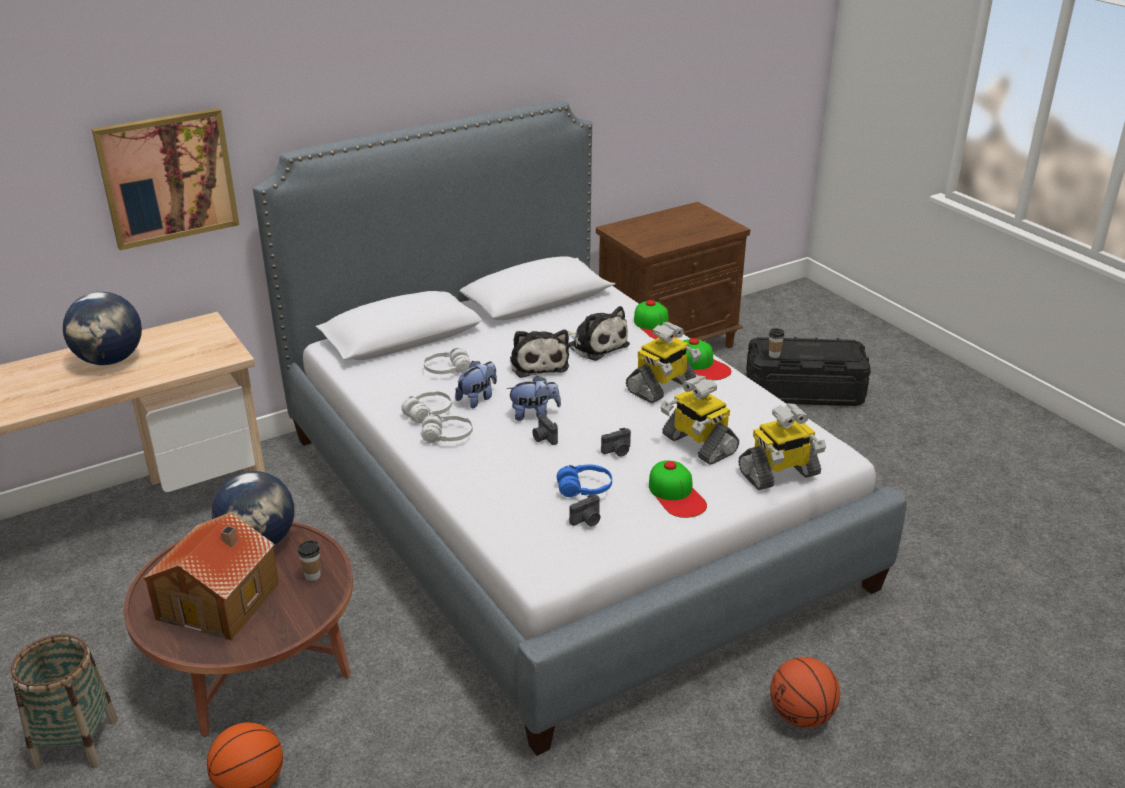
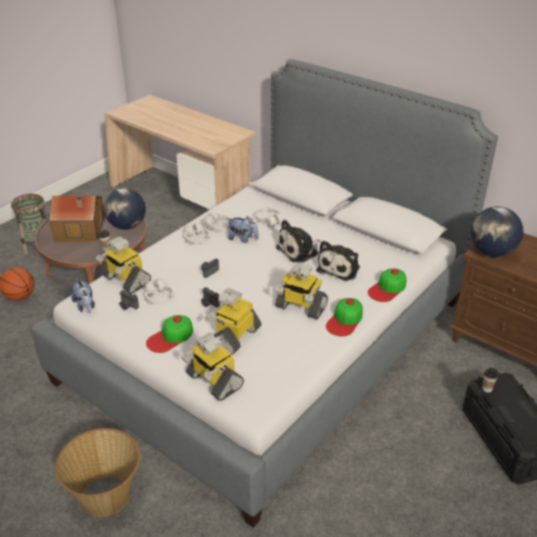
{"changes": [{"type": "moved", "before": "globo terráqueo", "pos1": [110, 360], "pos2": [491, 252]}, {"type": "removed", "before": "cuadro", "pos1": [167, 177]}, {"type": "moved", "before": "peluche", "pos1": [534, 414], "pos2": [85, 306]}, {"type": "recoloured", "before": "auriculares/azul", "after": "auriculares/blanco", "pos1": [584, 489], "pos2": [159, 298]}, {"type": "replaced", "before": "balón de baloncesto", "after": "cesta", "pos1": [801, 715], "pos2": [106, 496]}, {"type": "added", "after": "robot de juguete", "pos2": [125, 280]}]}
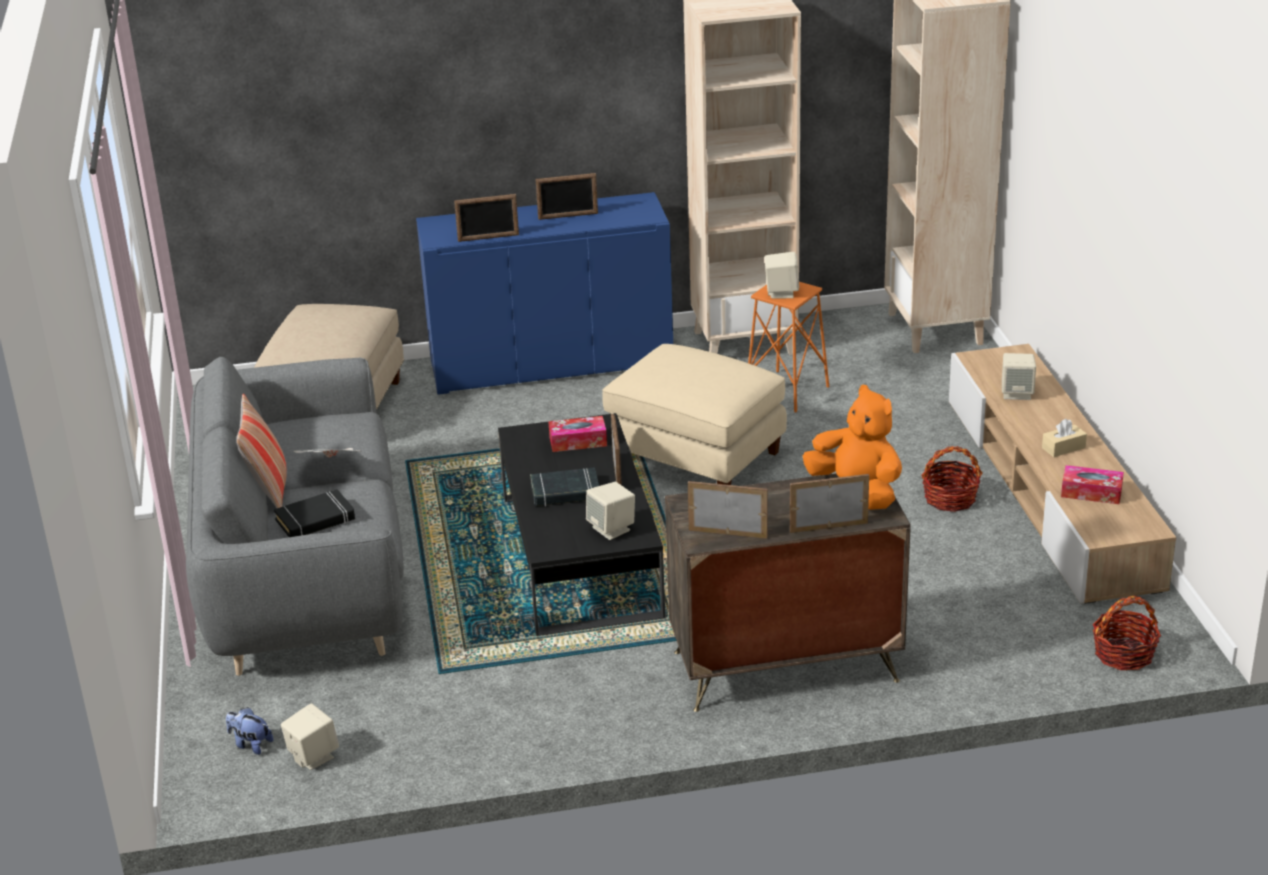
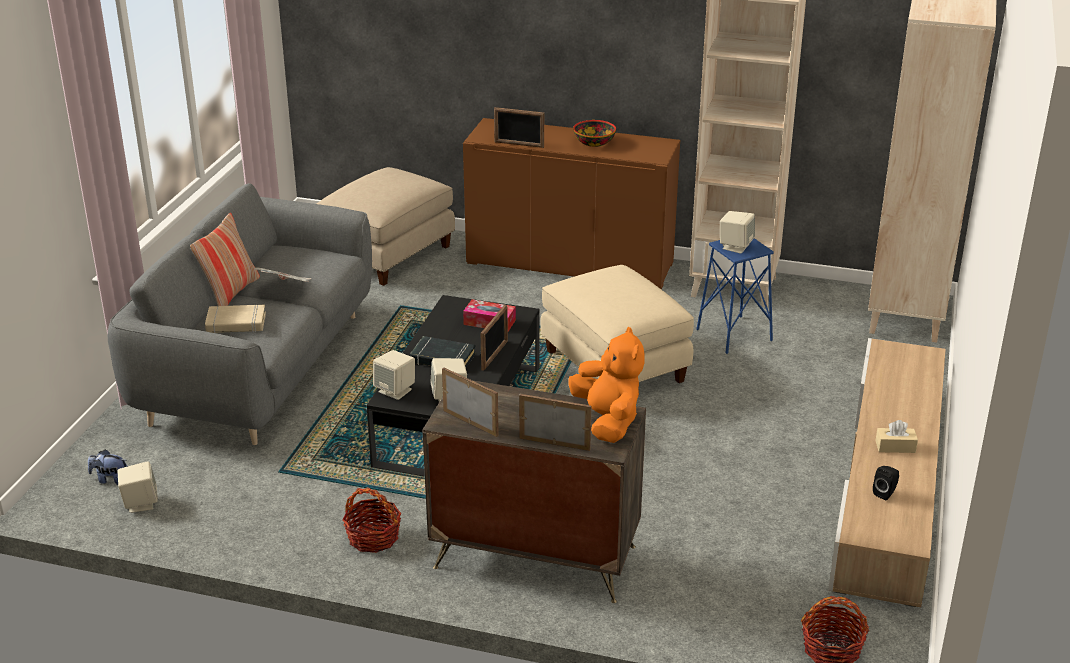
{"changes": [{"type": "turned", "before": "peluche", "pos1": [250, 744], "pos2": [110, 479], "turn": -45}, {"type": "recoloured", "before": "libro/negro", "after": "libro/beis", "pos1": [315, 520], "pos2": [236, 323]}, {"type": "recoloured", "before": "armario/azul", "after": "armario/marrón", "pos1": [551, 364], "pos2": [570, 263]}, {"type": "replaced", "before": "portarretratos", "after": "cuenco", "pos1": [568, 216], "pos2": [594, 142]}, {"type": "recoloured", "before": "taburete/naranja", "after": "taburete/azul", "pos1": [787, 391], "pos2": [734, 335]}, {"type": "moved", "before": "cesta", "pos1": [950, 499], "pos2": [373, 537]}, {"type": "moved", "before": "altavoz/beis", "pos1": [1017, 393], "pos2": [395, 390]}, {"type": "replaced", "before": "caja de pañuelos", "after": "altavoz/negro", "pos1": [1091, 492], "pos2": [885, 493]}]}
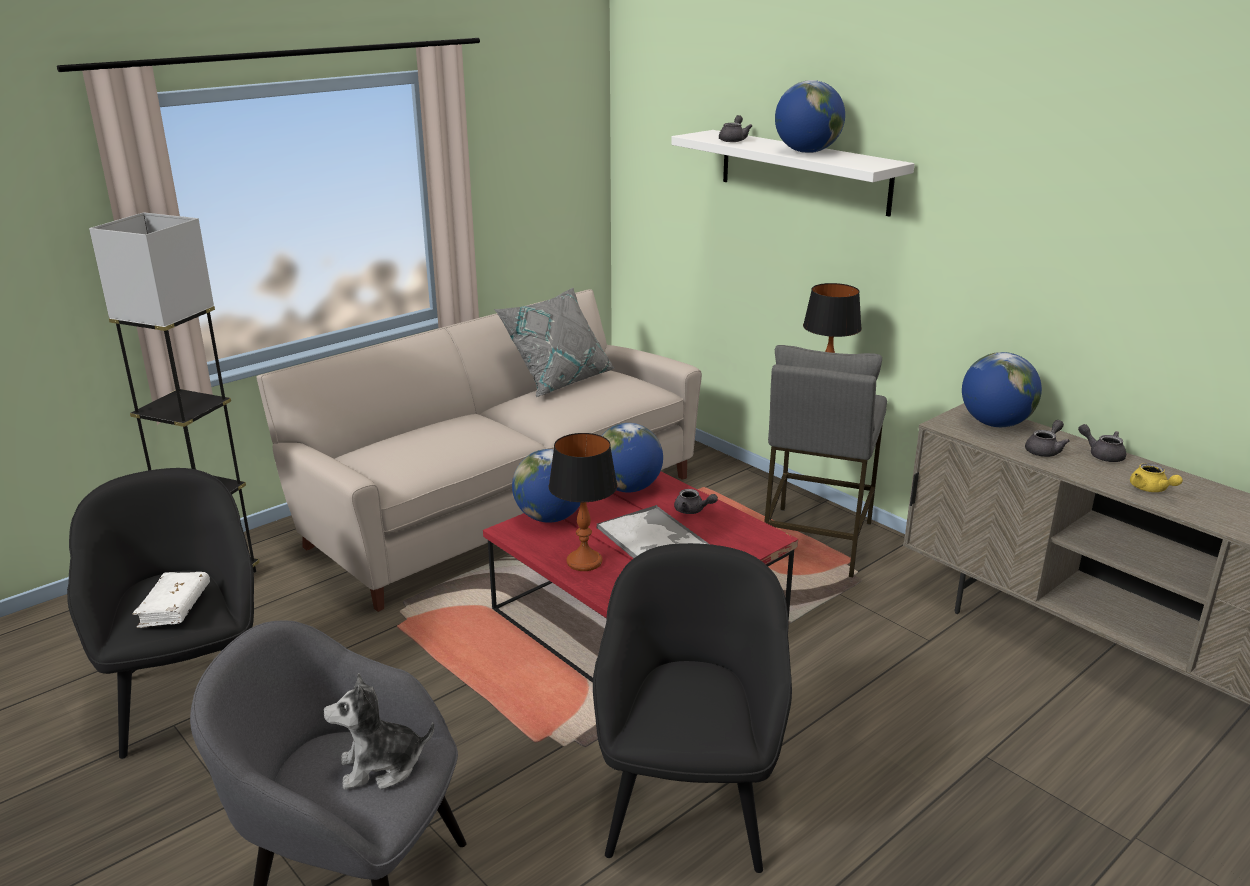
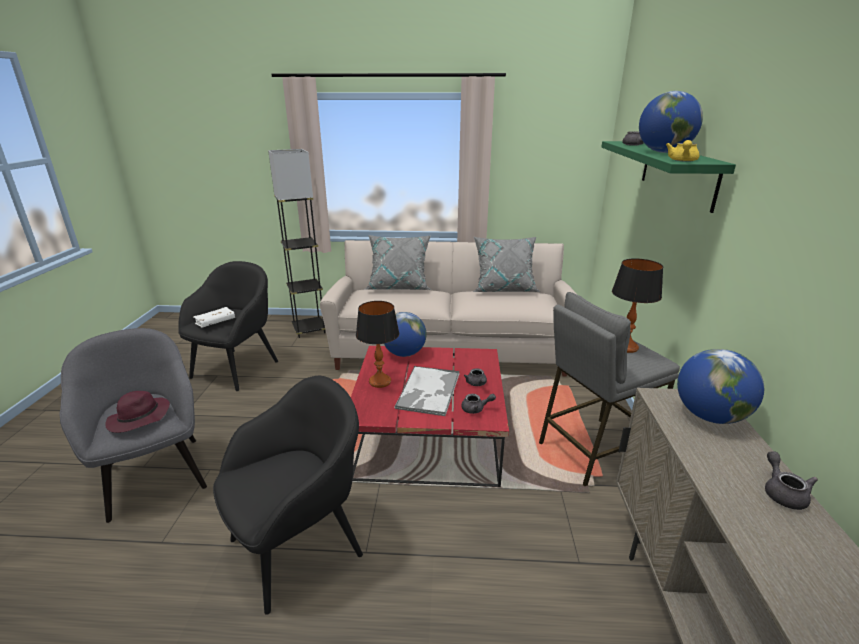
{"changes": [{"type": "replaced", "before": "peluche", "after": "sombrero/morado", "pos1": [381, 766], "pos2": [139, 418]}, {"type": "removed", "before": "globo terráqueo", "pos1": [628, 488]}, {"type": "recoloured", "before": "estante/blanco", "after": "estante/verde", "pos1": [803, 171], "pos2": [677, 172]}, {"type": "moved", "before": "tetera/gris", "pos1": [1045, 450], "pos2": [476, 409]}, {"type": "moved", "before": "tetera/amarillo", "pos1": [1151, 489], "pos2": [682, 161]}, {"type": "added", "after": "cojín/gris", "pos2": [399, 286]}]}
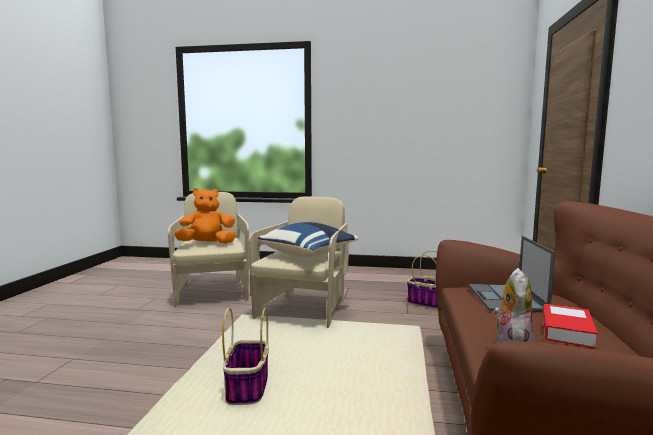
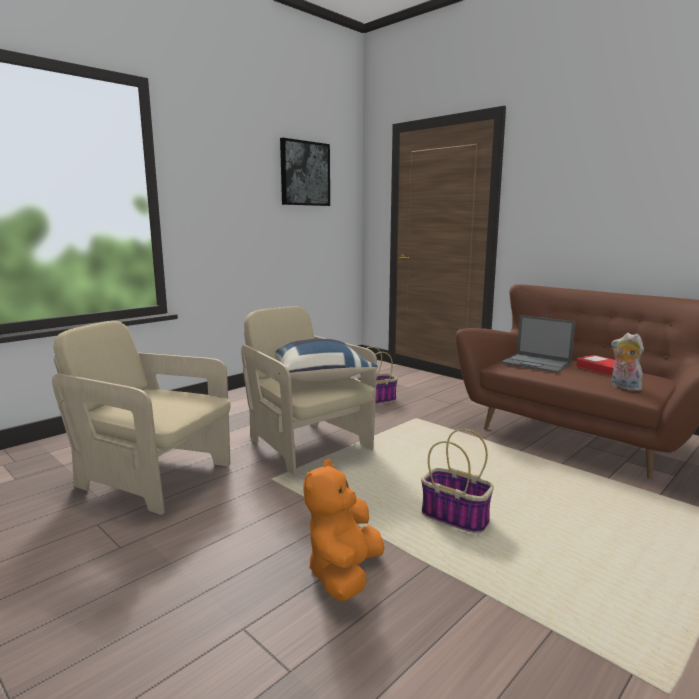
{"changes": [{"type": "moved", "before": "peluche/naranja", "pos1": [207, 244], "pos2": [344, 574]}, {"type": "added", "after": "cuadro", "pos2": [304, 173]}]}
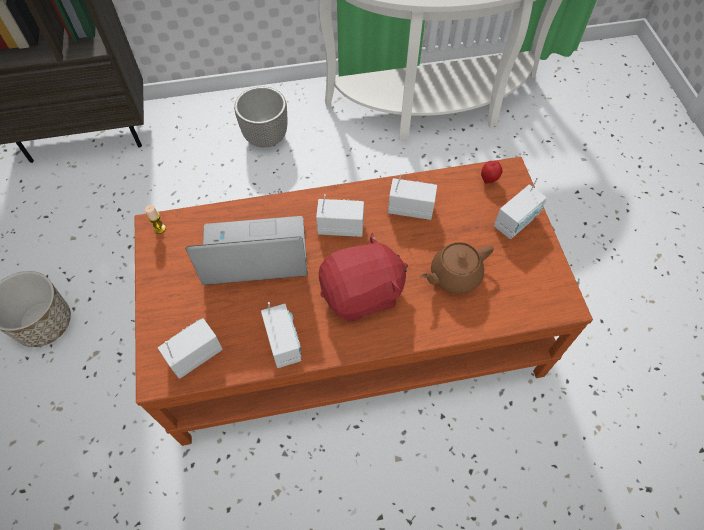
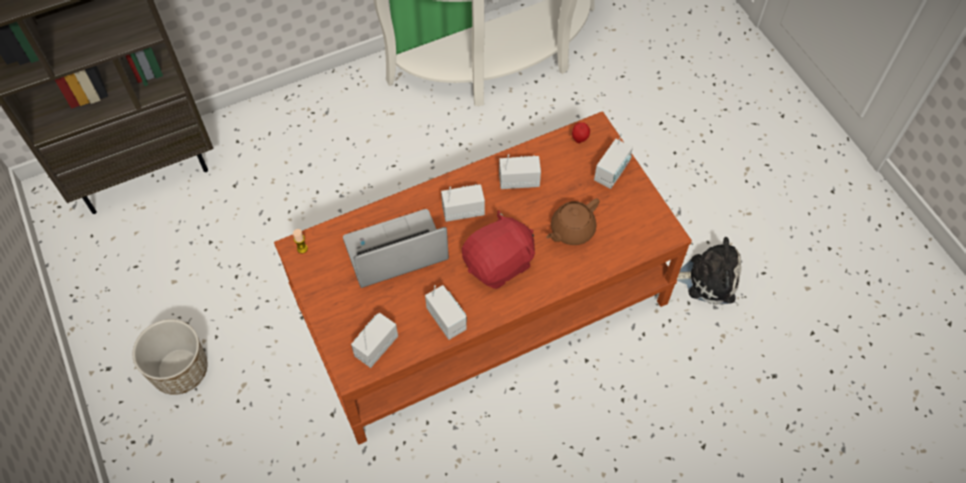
{"changes": [{"type": "removed", "before": "maceta", "pos1": [266, 138]}, {"type": "added", "after": "peluche", "pos2": [708, 278]}]}
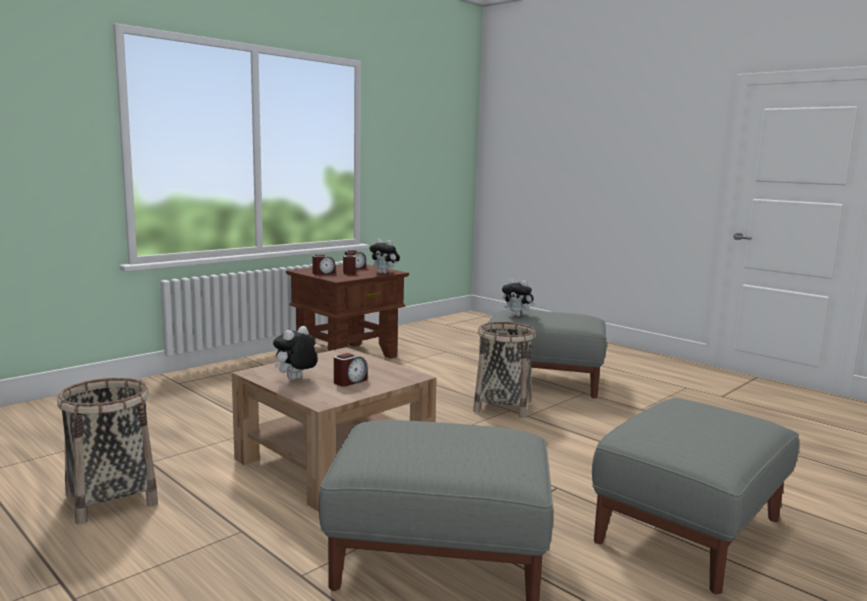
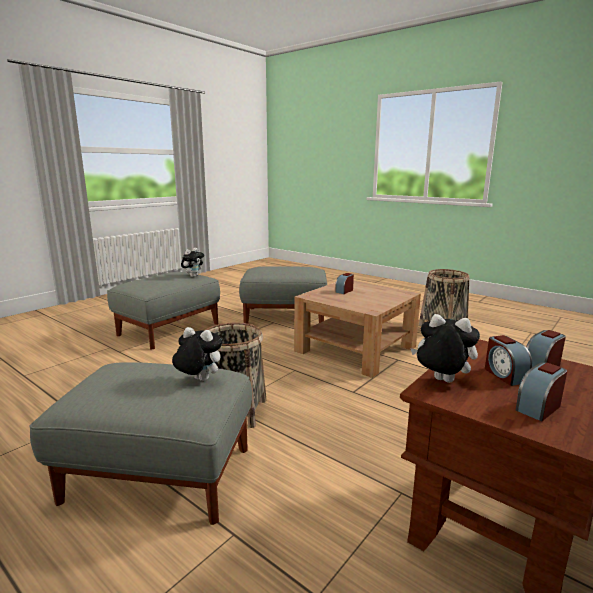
{"changes": [{"type": "moved", "before": "peluche", "pos1": [296, 380], "pos2": [193, 276]}]}
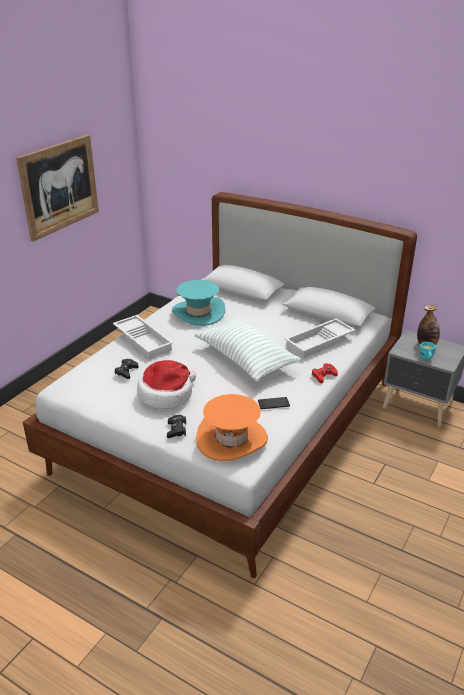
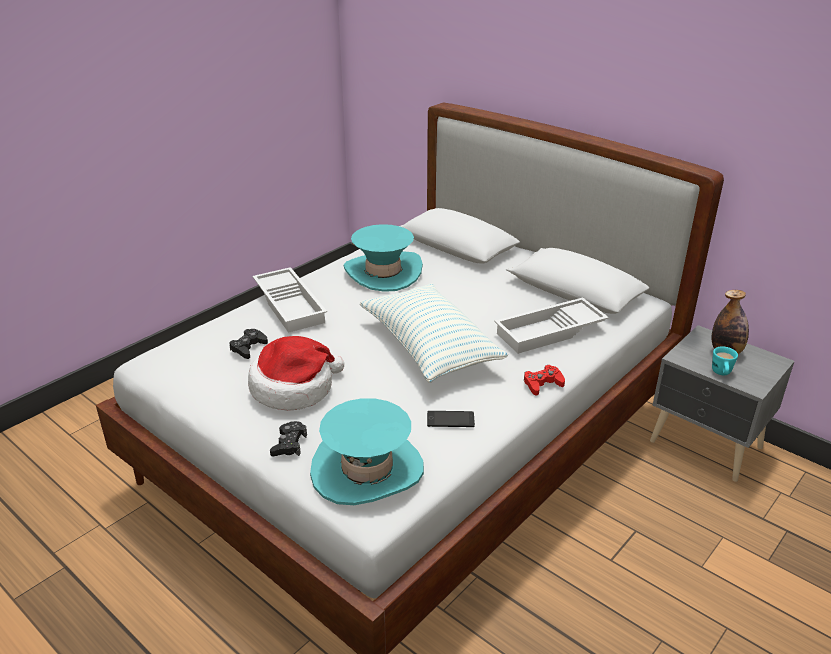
{"changes": [{"type": "removed", "before": "cuadro", "pos1": [59, 186]}, {"type": "recoloured", "before": "sombrero/naranja", "after": "sombrero/turquesa", "pos1": [231, 439], "pos2": [367, 469]}]}
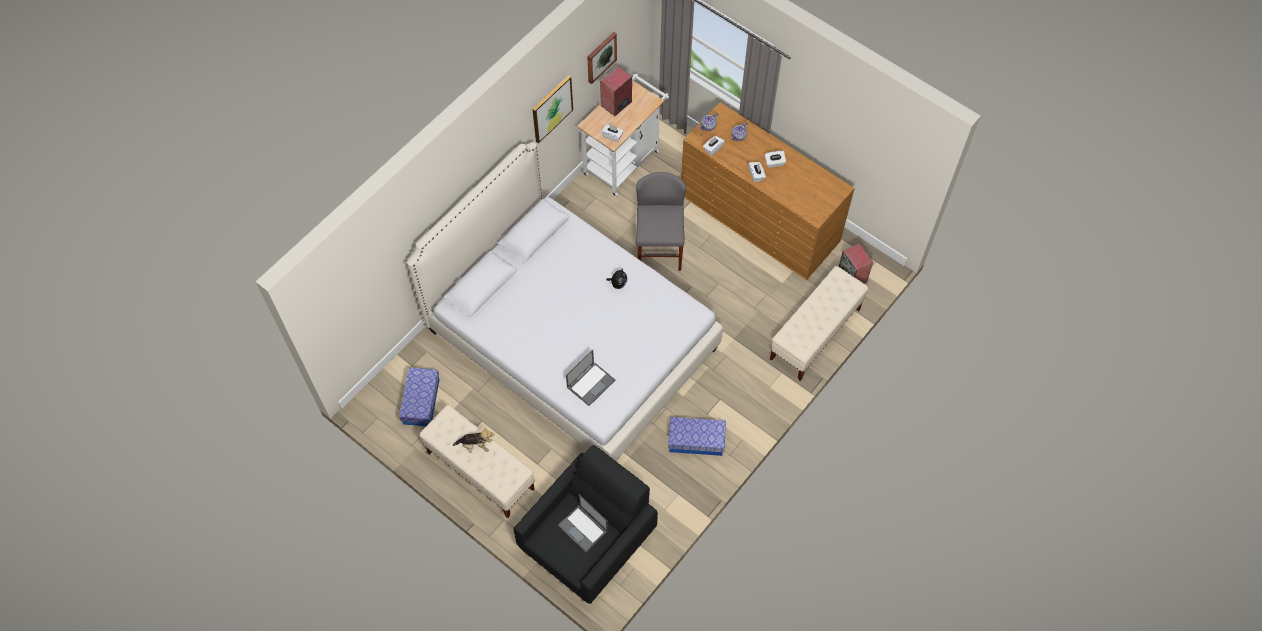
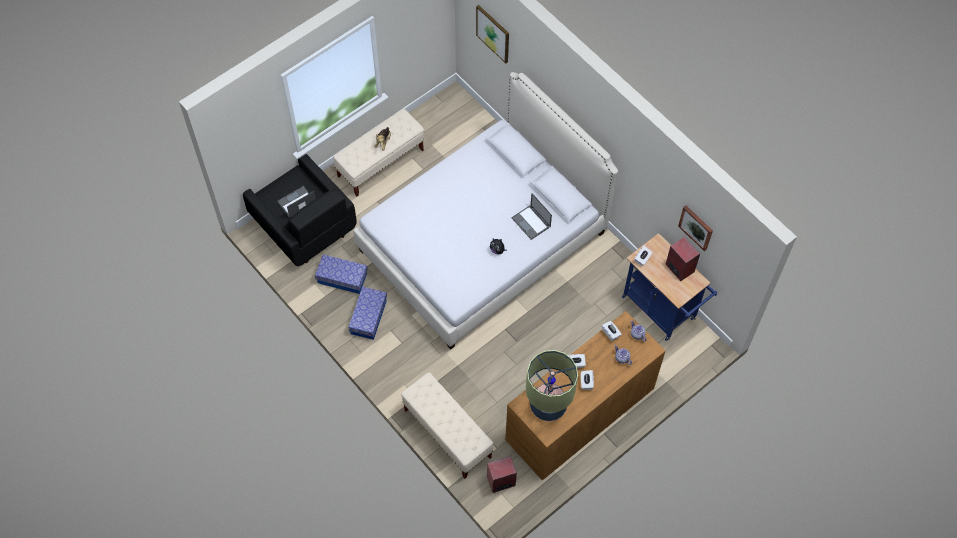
{"changes": [{"type": "moved", "before": "caja de almacenaje", "pos1": [421, 401], "pos2": [342, 278]}, {"type": "moved", "before": "cuadro", "pos1": [552, 108], "pos2": [493, 33]}, {"type": "moved", "before": "portátil", "pos1": [591, 383], "pos2": [531, 222]}, {"type": "recoloured", "before": "carrito/blanco", "after": "carrito/azul", "pos1": [624, 160], "pos2": [662, 310]}, {"type": "removed", "before": "silla/gris", "pos1": [659, 249]}, {"type": "added", "after": "lámpara de mesa", "pos2": [548, 405]}]}
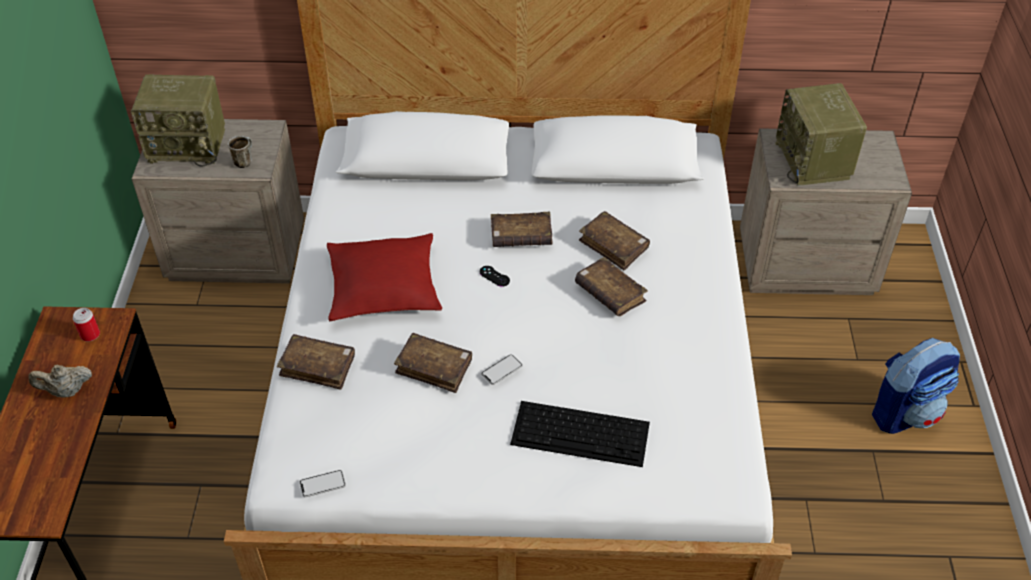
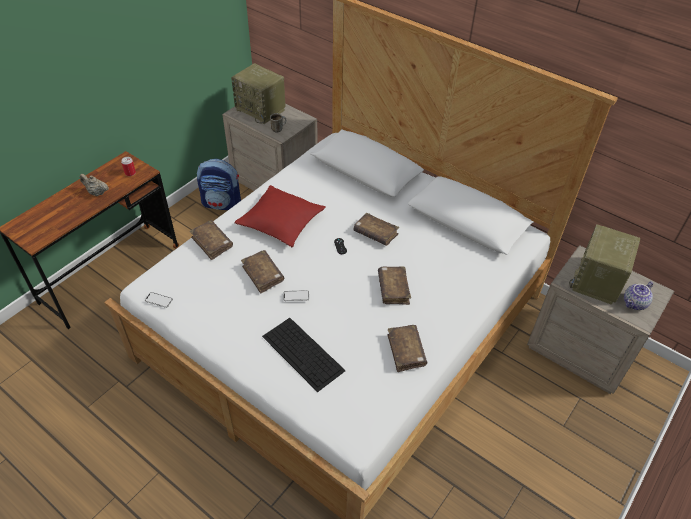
{"changes": [{"type": "moved", "before": "libro/marrón", "pos1": [614, 246], "pos2": [406, 351]}, {"type": "moved", "before": "mochila", "pos1": [905, 412], "pos2": [222, 204]}, {"type": "added", "after": "tetera", "pos2": [635, 303]}]}
